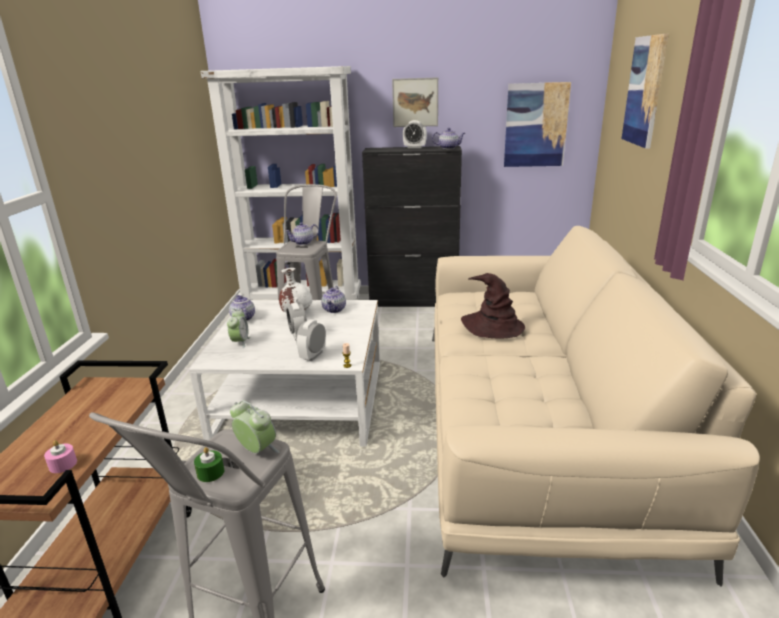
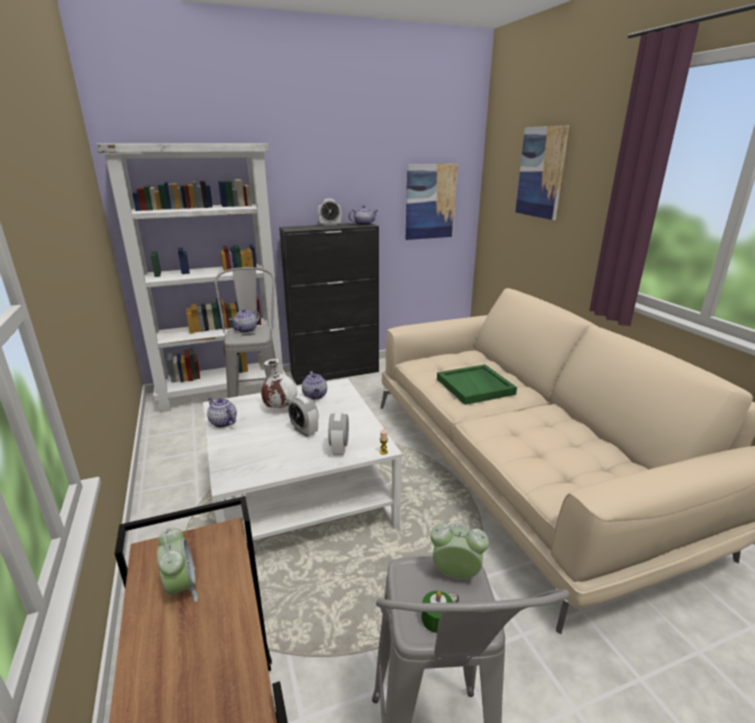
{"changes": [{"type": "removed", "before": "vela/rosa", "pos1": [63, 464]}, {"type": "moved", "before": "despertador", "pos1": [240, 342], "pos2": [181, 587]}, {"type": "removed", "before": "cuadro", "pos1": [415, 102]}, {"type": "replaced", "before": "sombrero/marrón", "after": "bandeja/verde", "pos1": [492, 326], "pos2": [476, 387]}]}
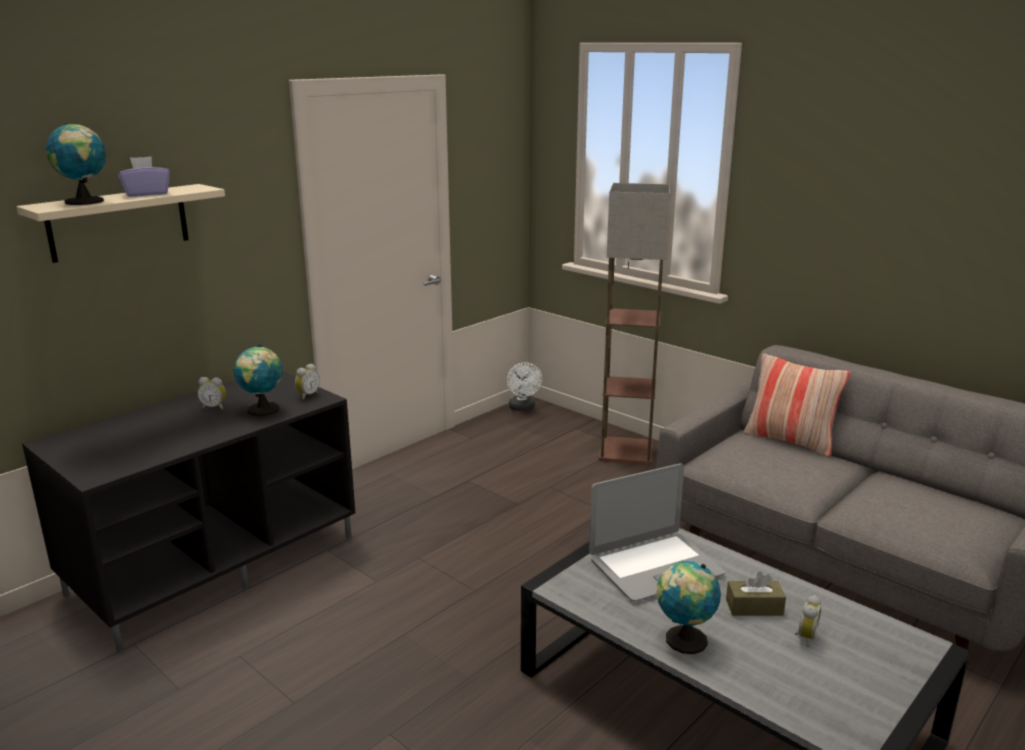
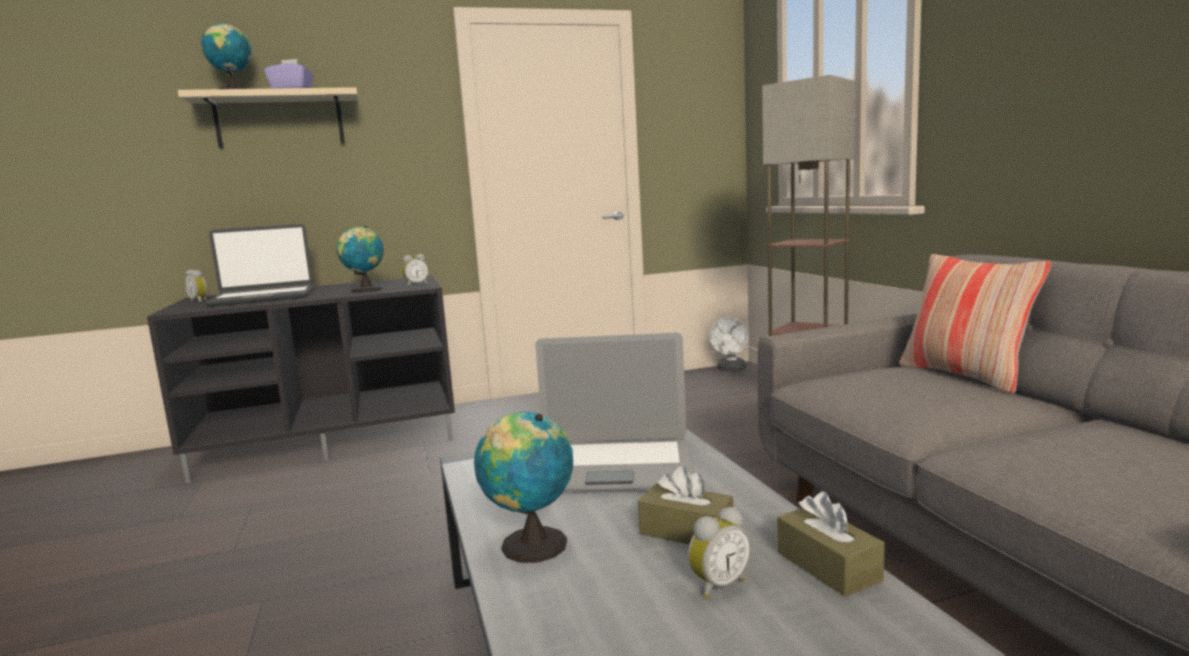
{"changes": [{"type": "moved", "before": "despertador", "pos1": [214, 407], "pos2": [200, 301]}, {"type": "added", "after": "portátil", "pos2": [263, 298]}, {"type": "added", "after": "caja de pañuelos/marrón", "pos2": [828, 566]}]}
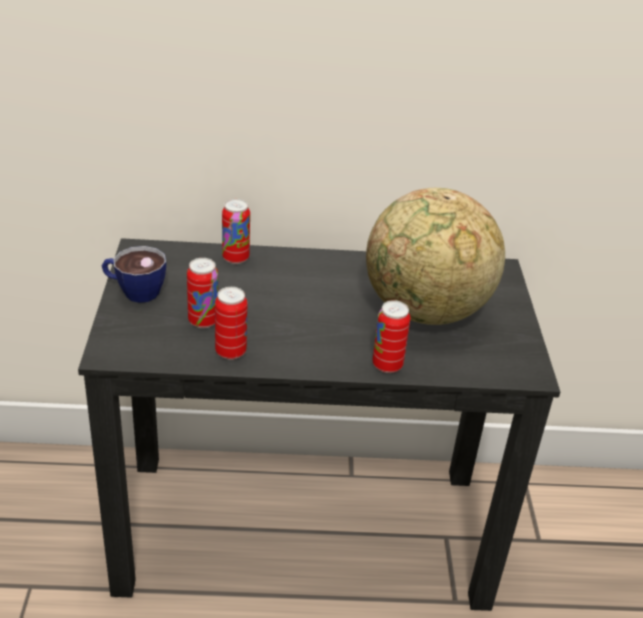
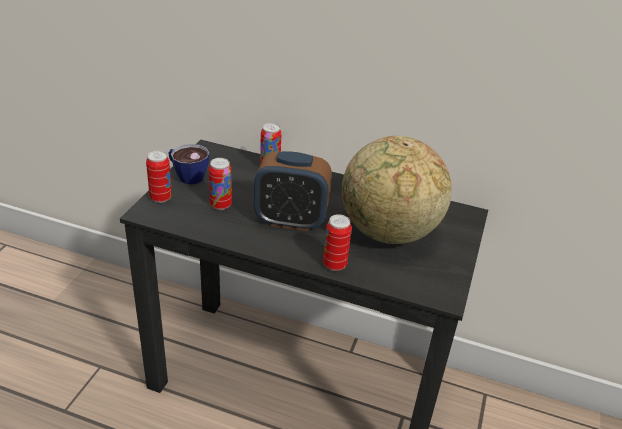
{"changes": [{"type": "moved", "before": "lata", "pos1": [230, 352], "pos2": [161, 198]}, {"type": "added", "after": "despertador", "pos2": [291, 220]}]}
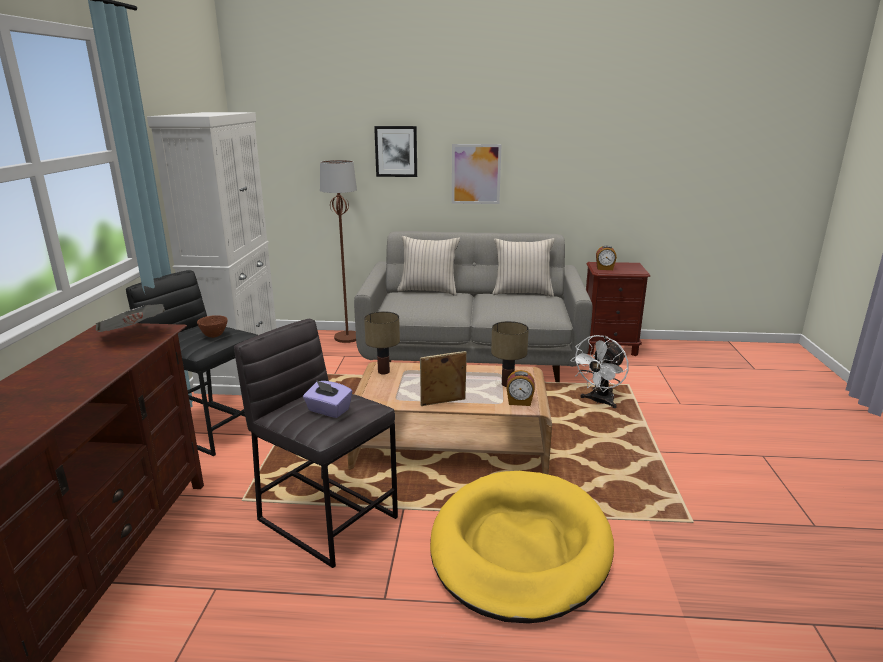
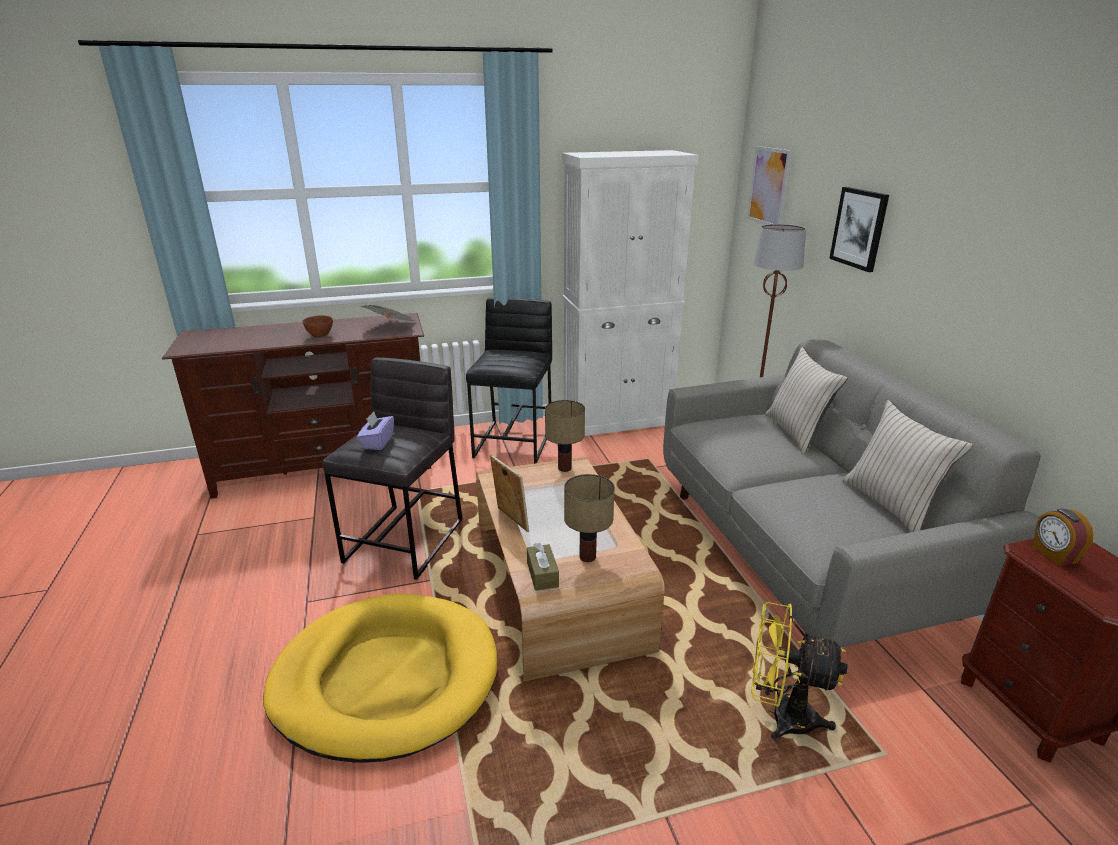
{"changes": [{"type": "moved", "before": "cuenco/marrón", "pos1": [214, 335], "pos2": [320, 336]}, {"type": "moved", "before": "cuadro", "pos1": [476, 174], "pos2": [768, 186]}, {"type": "replaced", "before": "despertador", "after": "caja de pañuelos/marrón", "pos1": [519, 402], "pos2": [542, 574]}, {"type": "recoloured", "before": "ventilador/blanco", "after": "ventilador/amarillo", "pos1": [599, 402], "pos2": [780, 715]}]}
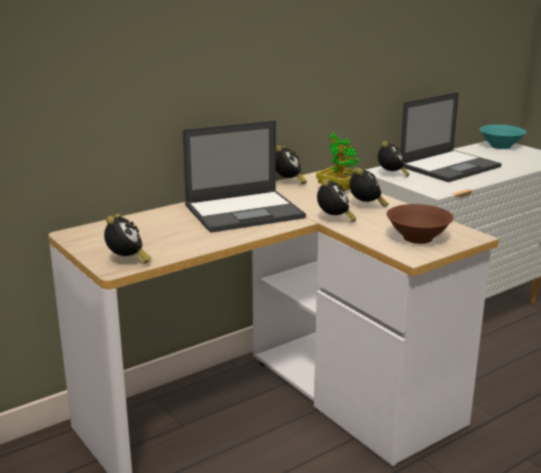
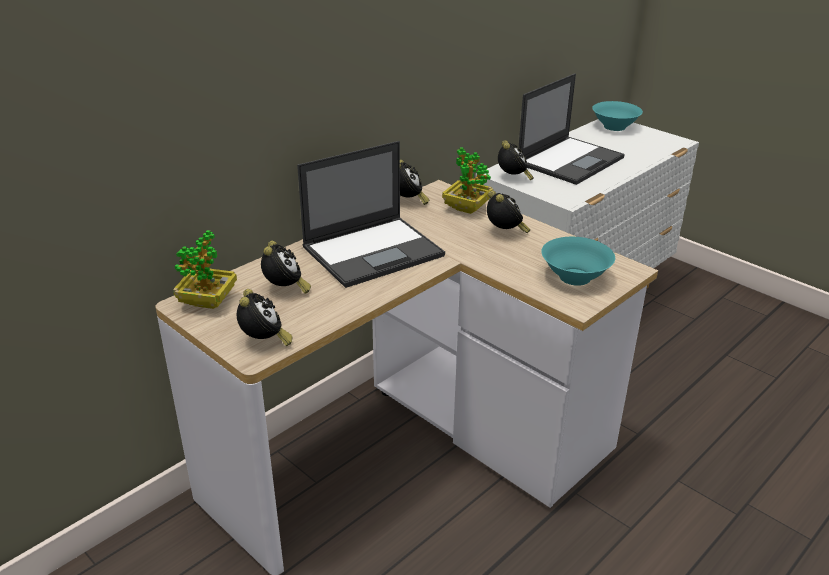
{"changes": [{"type": "moved", "before": "despertador", "pos1": [334, 220], "pos2": [285, 290]}, {"type": "recoloured", "before": "cuenco/marrón", "after": "cuenco/turquesa", "pos1": [418, 238], "pos2": [575, 277]}, {"type": "added", "after": "planta en maceta", "pos2": [208, 302]}]}
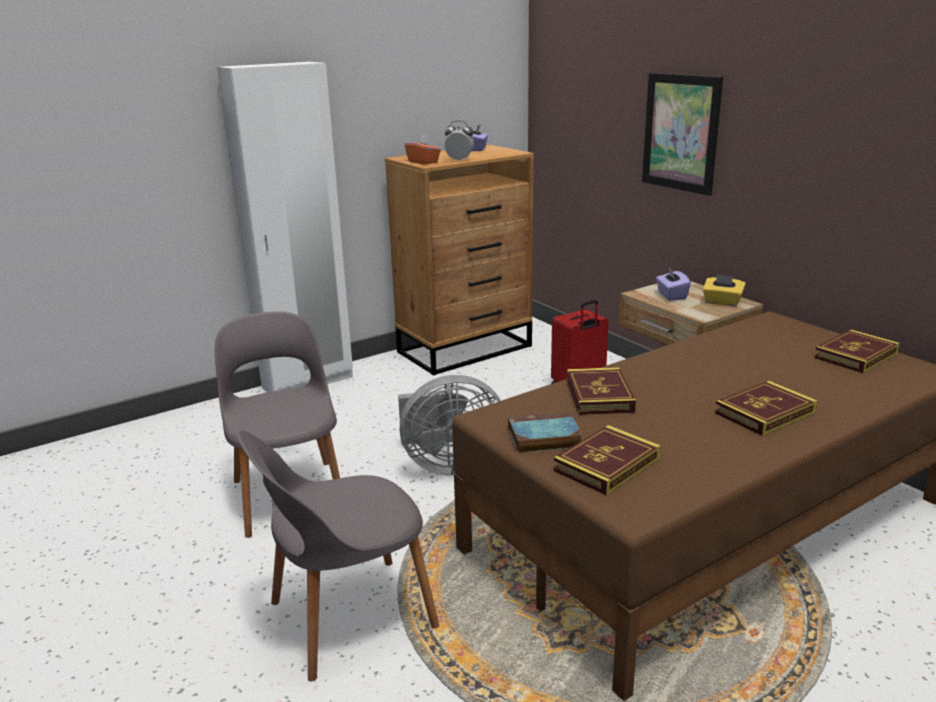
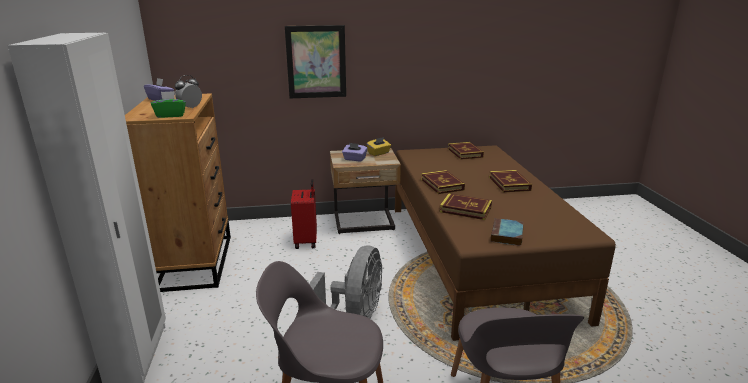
{"changes": [{"type": "recoloured", "before": "caja de pañuelos/naranja", "after": "caja de pañuelos/verde", "pos1": [423, 162], "pos2": [171, 115]}, {"type": "moved", "before": "libro", "pos1": [607, 464], "pos2": [442, 184]}]}
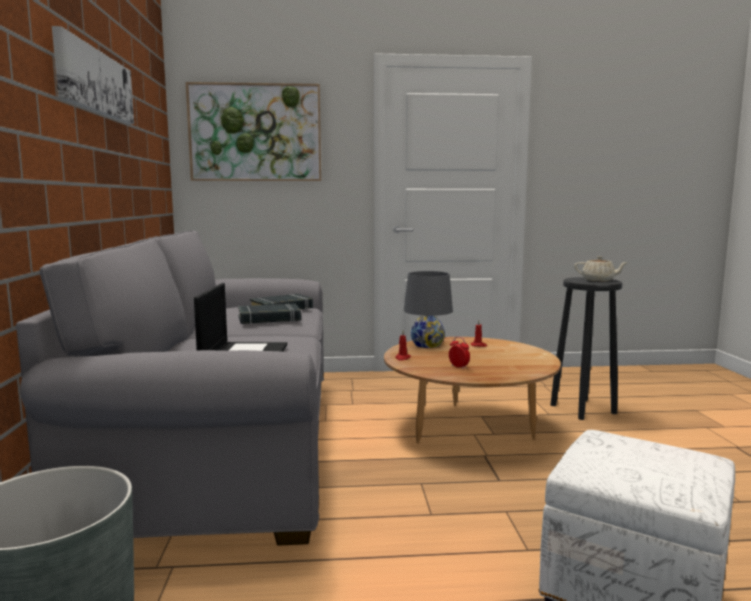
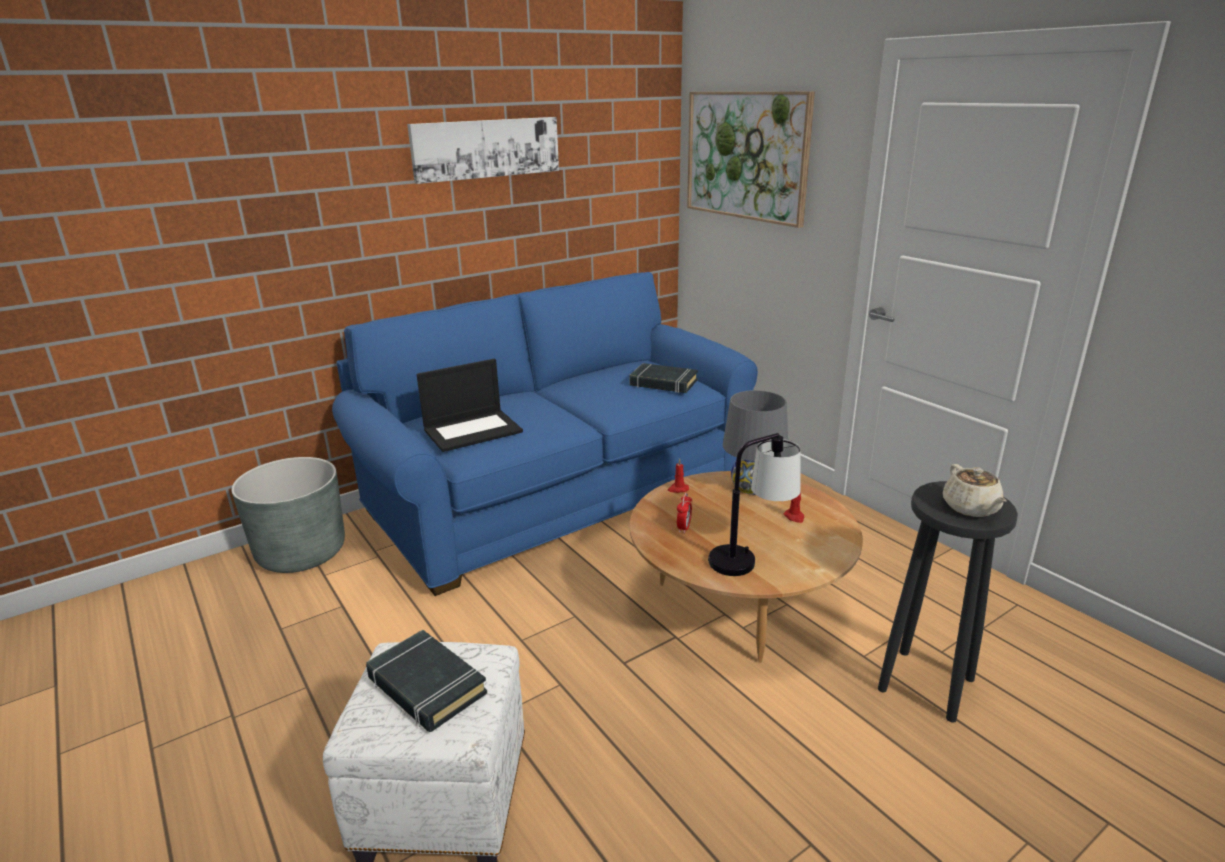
{"changes": [{"type": "recoloured", "before": "sofá/gris", "after": "sofá/azul", "pos1": [226, 445], "pos2": [558, 495]}, {"type": "moved", "before": "libro/negro", "pos1": [269, 319], "pos2": [426, 686]}, {"type": "added", "after": "lámpara de mesa", "pos2": [750, 557]}]}
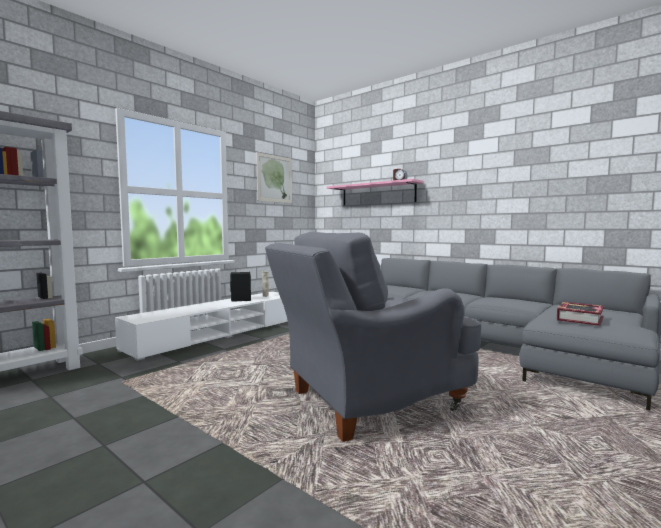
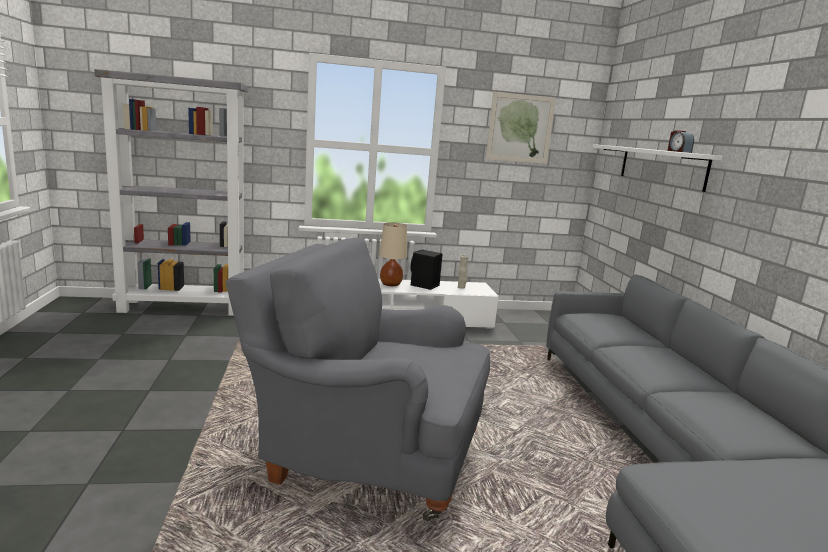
{"changes": [{"type": "recoloured", "before": "estante/rosa", "after": "estante/blanco", "pos1": [377, 194], "pos2": [661, 166]}, {"type": "removed", "before": "libro", "pos1": [579, 318]}, {"type": "added", "after": "lámpara de mesa/beis", "pos2": [390, 284]}]}
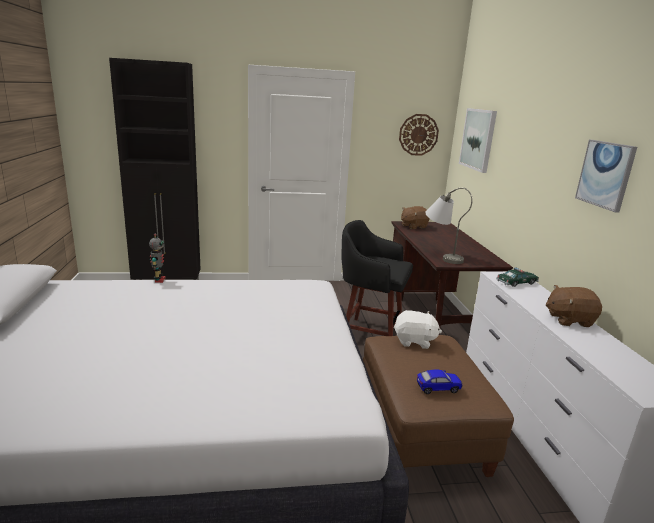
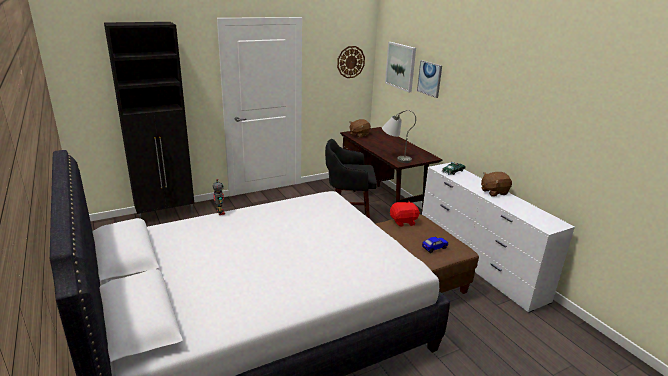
{"changes": [{"type": "recoloured", "before": "peluche/blanco", "after": "peluche/rojo", "pos1": [414, 341], "pos2": [403, 222]}, {"type": "moved", "before": "cuadro", "pos1": [605, 174], "pos2": [430, 78]}]}
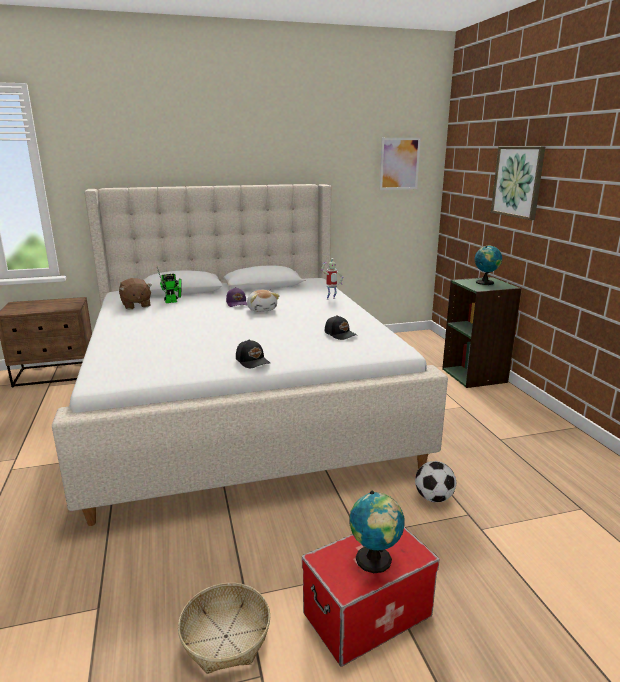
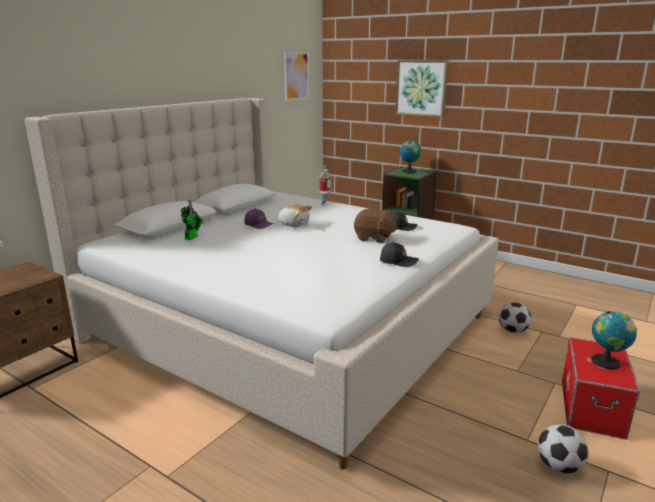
{"changes": [{"type": "moved", "before": "peluche/marrón", "pos1": [136, 305], "pos2": [374, 238]}, {"type": "replaced", "before": "cesta", "after": "balón de fútbol", "pos1": [225, 637], "pos2": [559, 467]}]}
